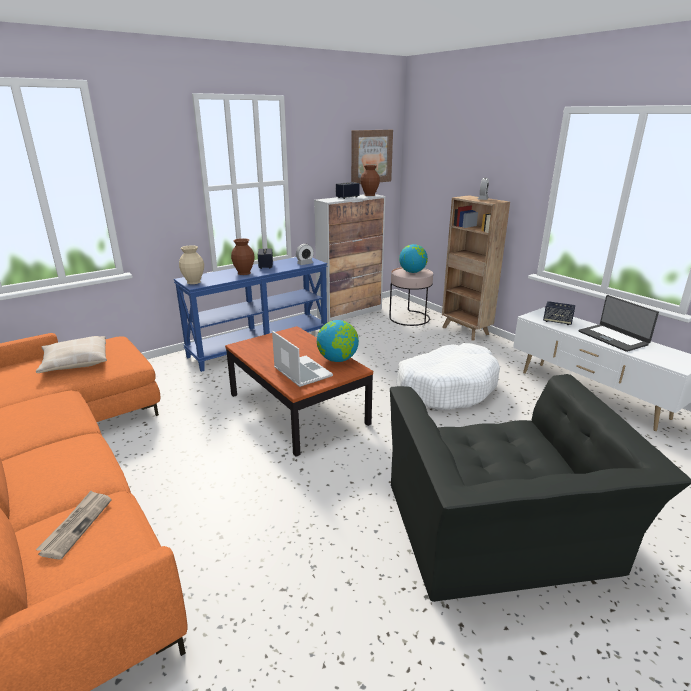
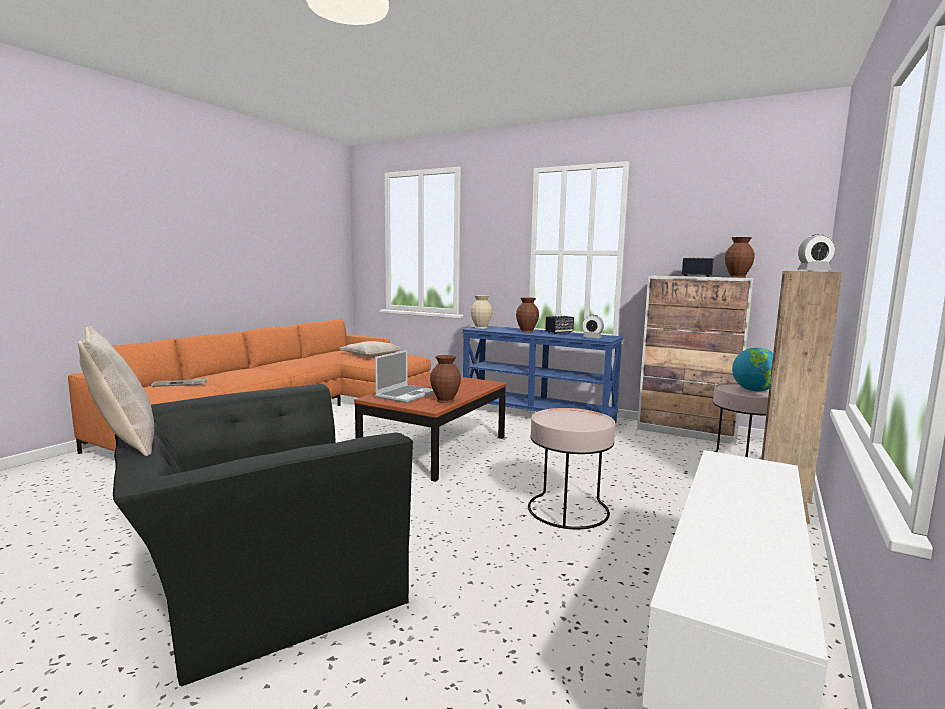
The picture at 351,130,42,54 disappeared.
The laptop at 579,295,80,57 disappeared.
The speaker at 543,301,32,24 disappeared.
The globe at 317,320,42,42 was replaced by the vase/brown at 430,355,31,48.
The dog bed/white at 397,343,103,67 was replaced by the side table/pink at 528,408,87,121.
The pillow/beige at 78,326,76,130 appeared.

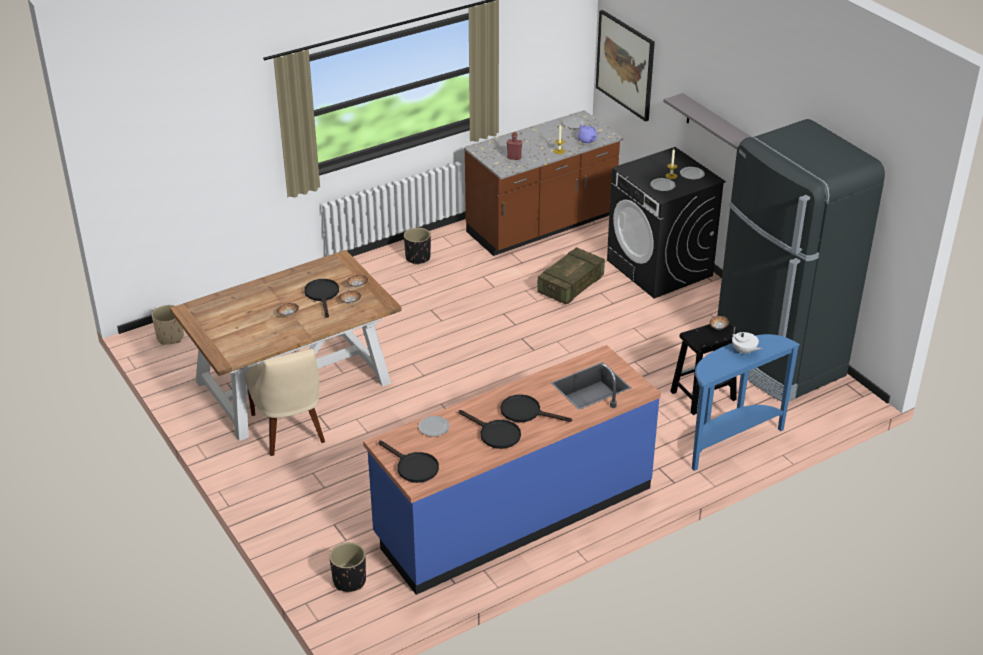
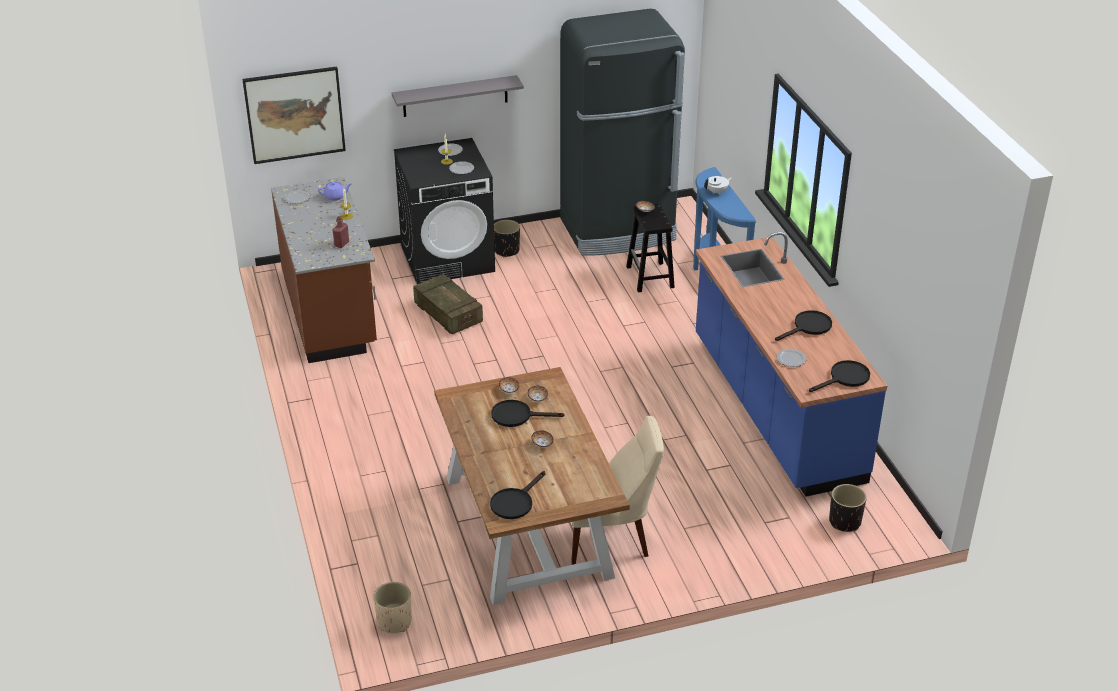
The planter/black moved from 404,228,27,37 to 494,220,26,37.
The frying pan/black moved from 501,394,71,28 to 490,471,55,48.

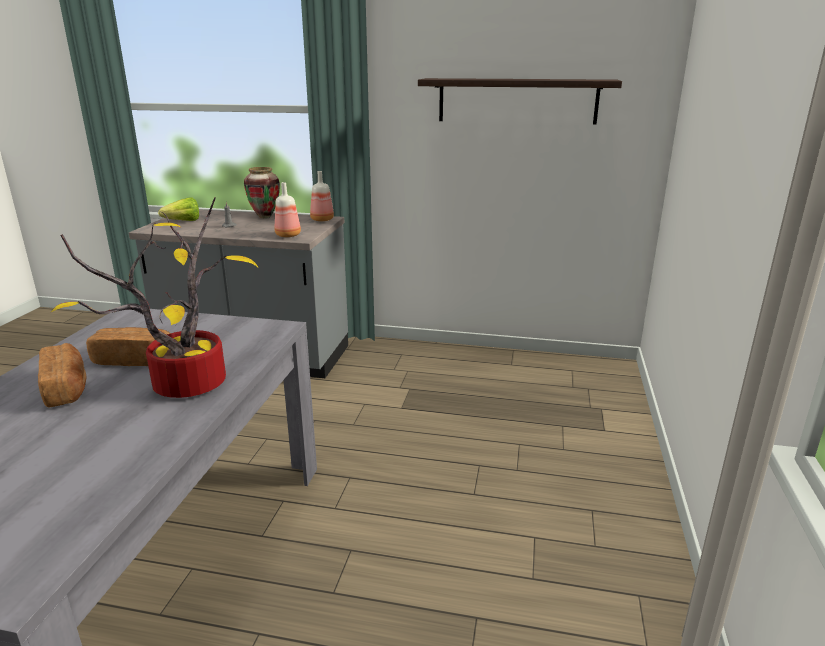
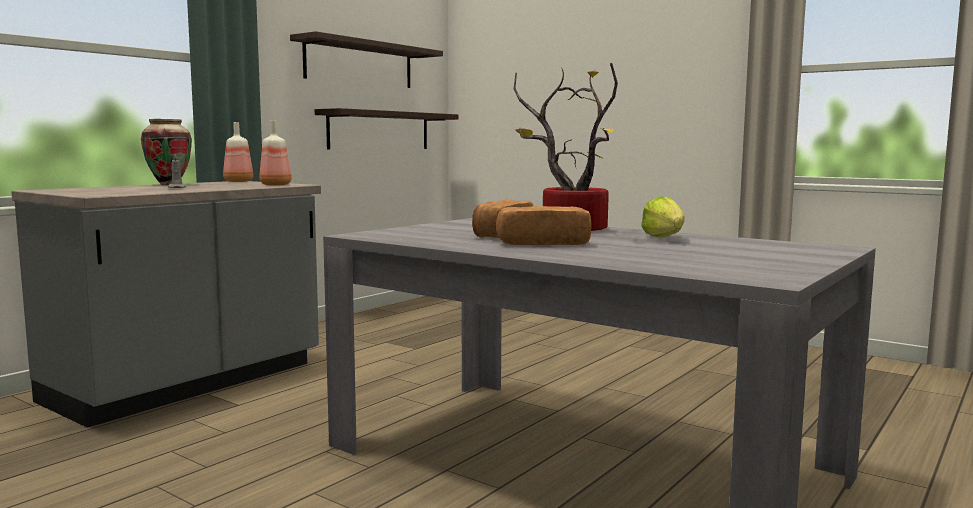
The lettuce moved from 158,197,41,24 to 641,196,44,41.
The shelf at 315,108,144,42 appeared.

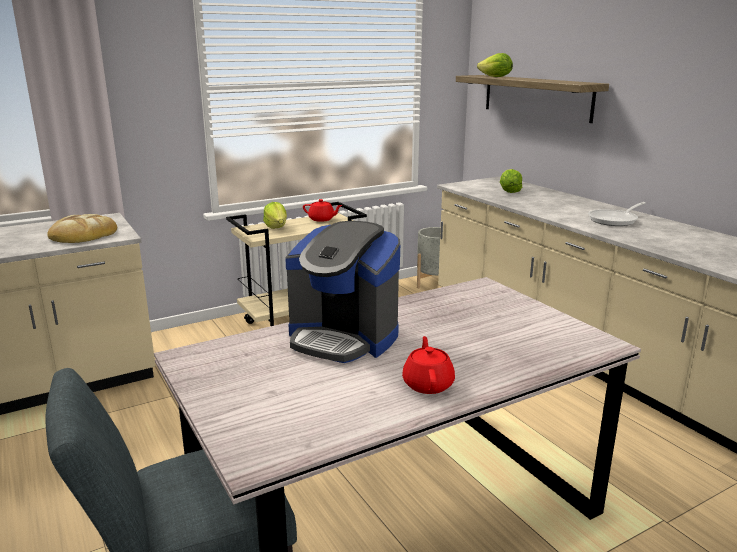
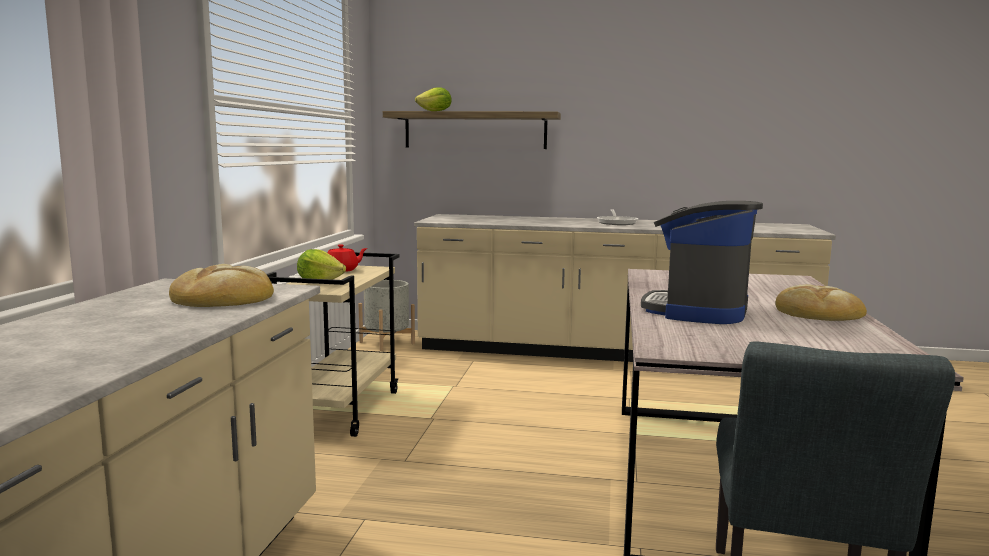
The lettuce at 500,169,22,24 disappeared.
The coffee machine at 285,221,115,142 turned 135 degrees clockwise.
The teapot/red at 402,336,53,58 was replaced by the bread at 775,284,92,37.

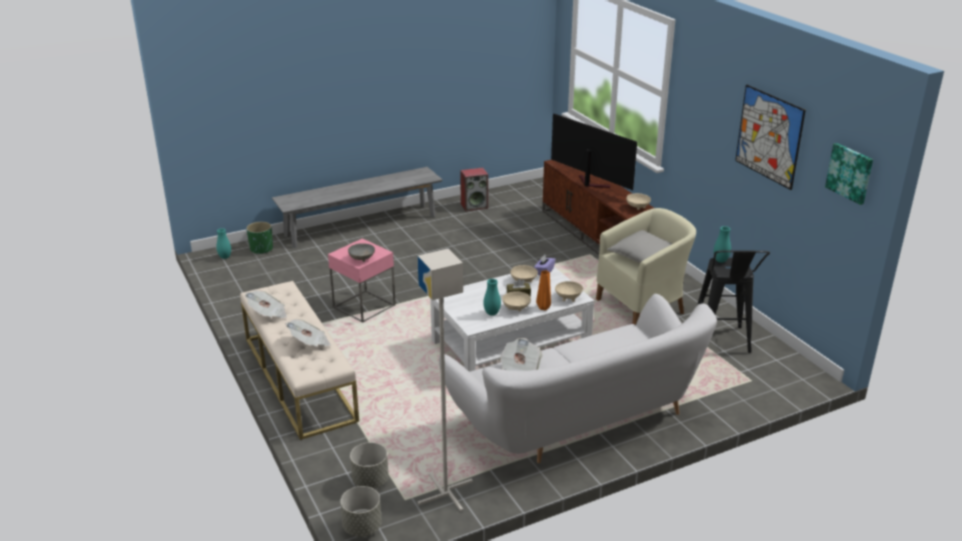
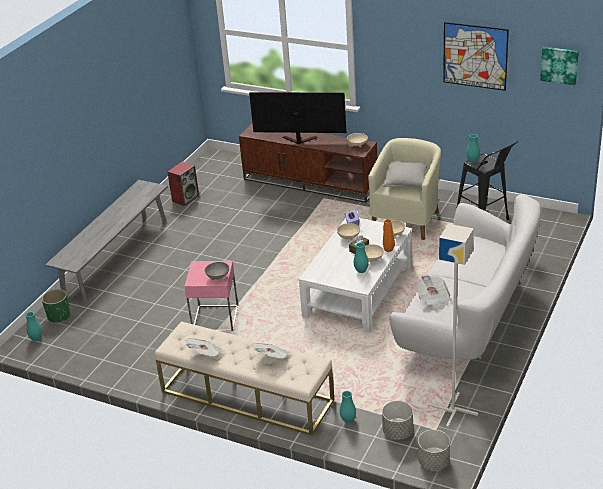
The vase/turquoise at 340,391,16,32 appeared.

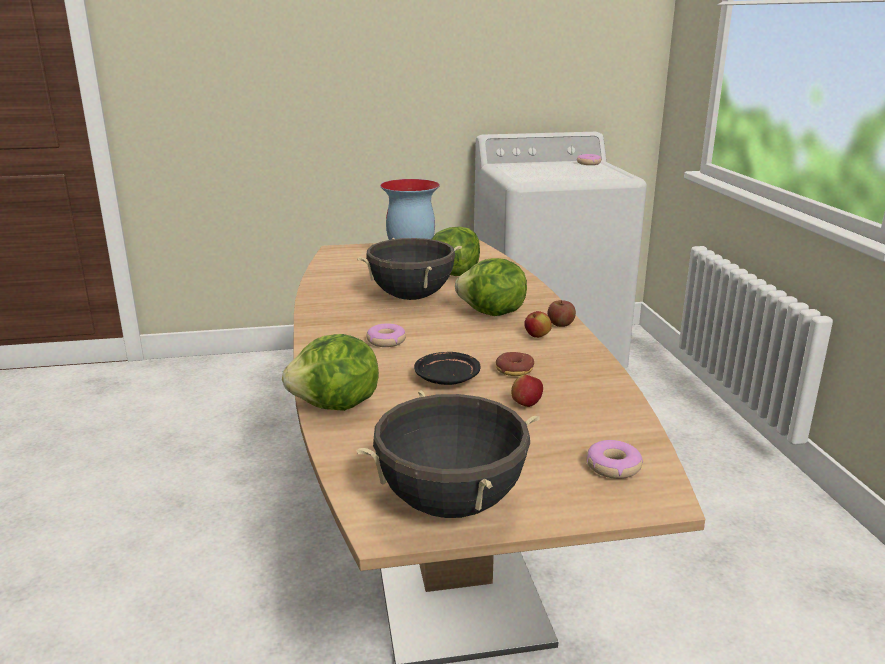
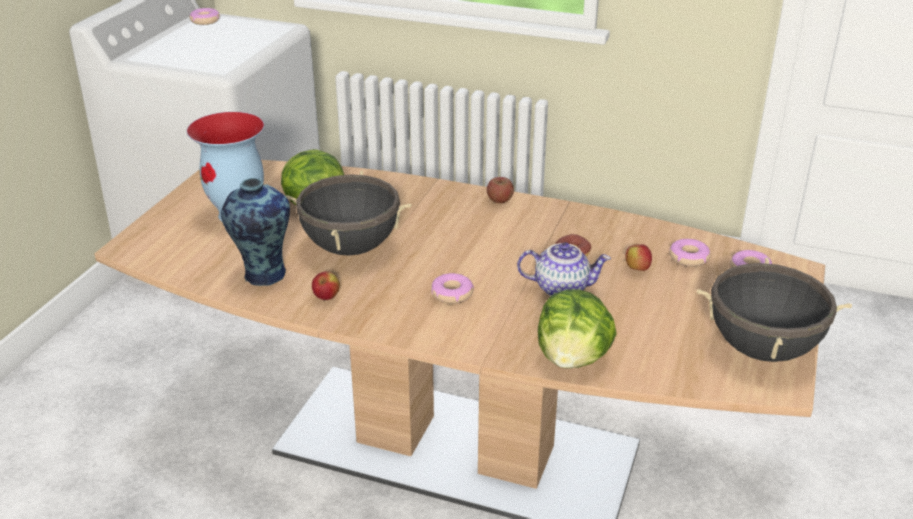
The lettuce at 455,258,72,58 disappeared.
The apple moved from 524,311,28,27 to 312,271,28,29.
The plate/black at 414,352,66,33 was replaced by the teapot at 517,242,94,54.
The vase at 221,178,69,108 appeared.
The donut at 669,239,42,28 appeared.

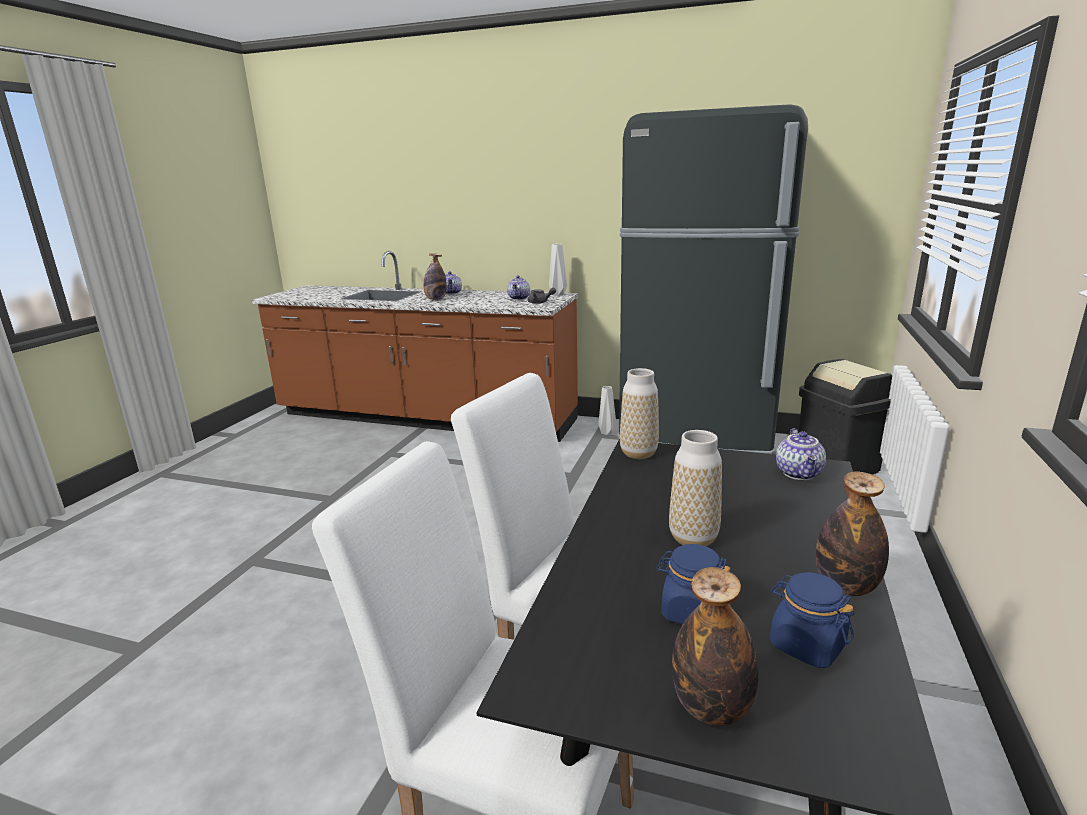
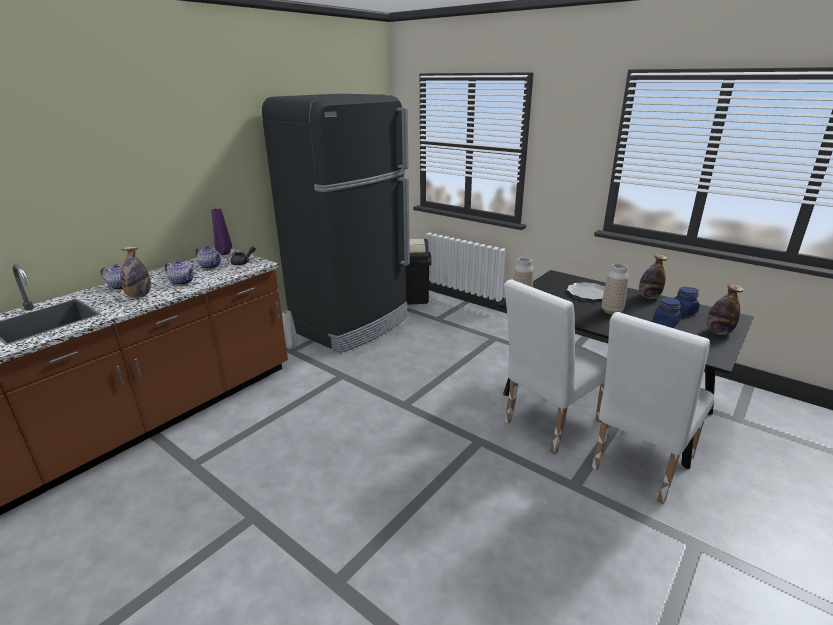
The vase/grey at 549,244,18,52 became the vase/purple at 211,209,21,46.
The teapot moved from 776,428,50,52 to 165,260,29,25.
The plate at 567,282,38,18 appeared.

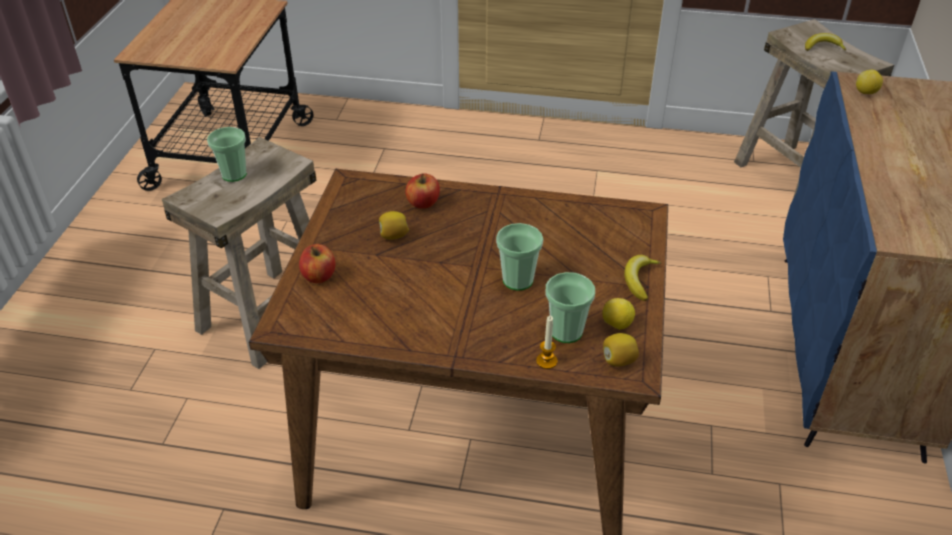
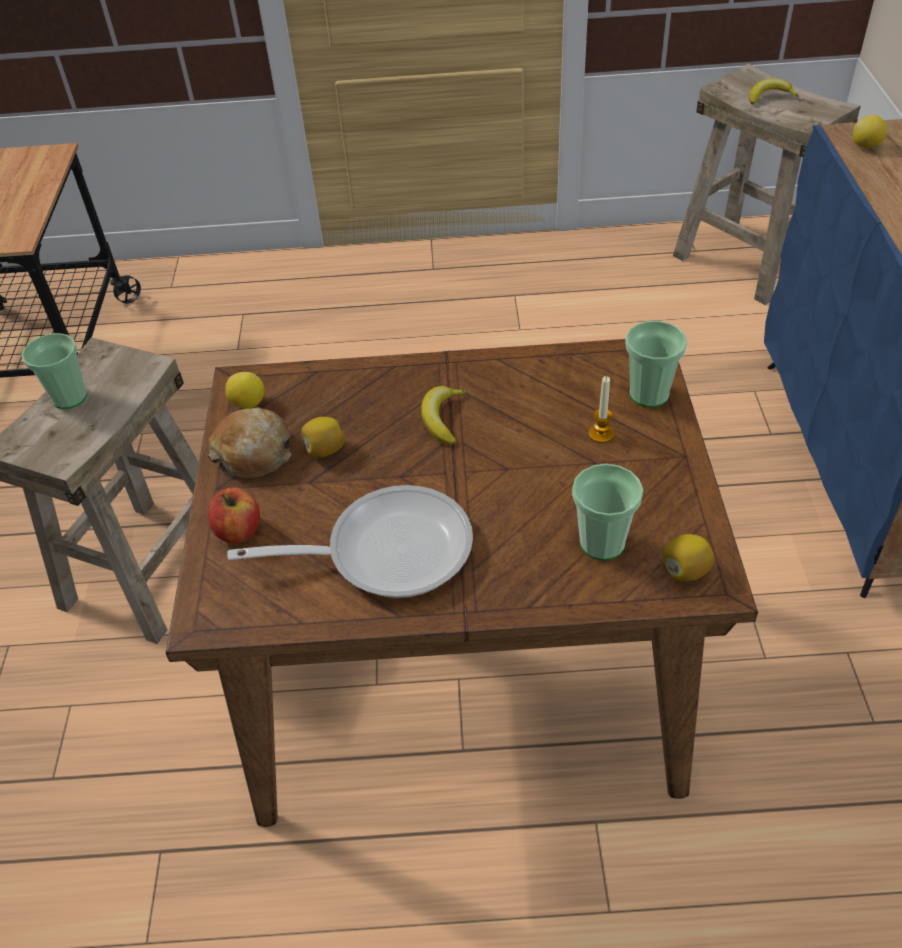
The apple at 405,173,35,36 disappeared.
The cup moved from 496,223,47,68 to 625,321,62,87.
The banana moved from 624,255,37,46 to 421,386,46,59.
The lemon moved from 602,298,33,32 to 225,372,39,37.
The candle moved from 536,316,21,53 to 589,376,25,67.
The bread at 208,408,83,70 appeared.
The frying pan at 228,485,245,113 appeared.

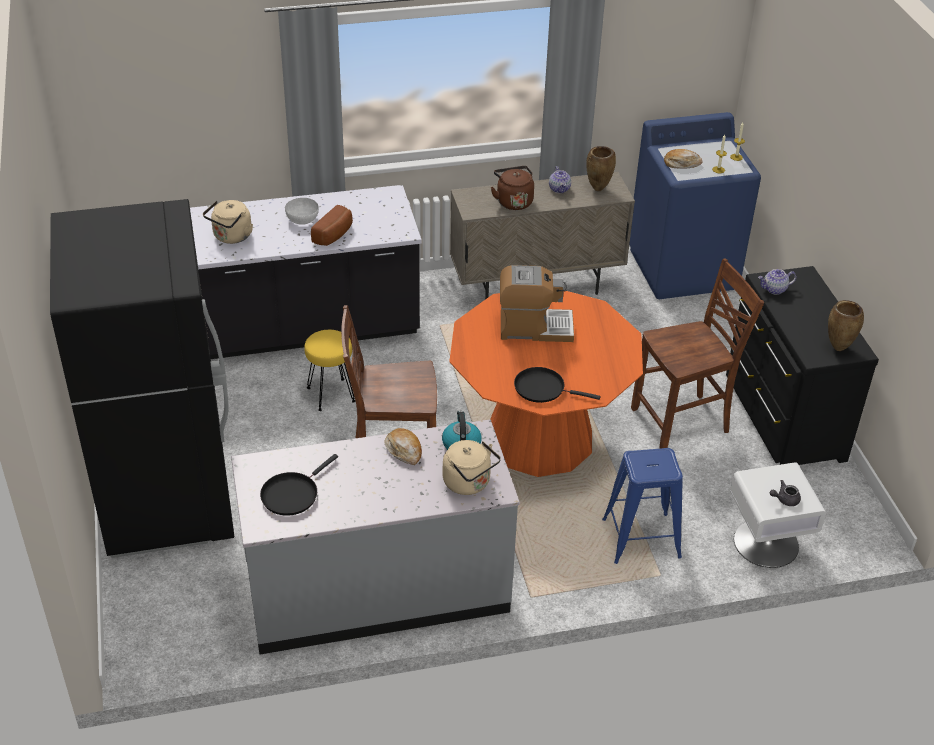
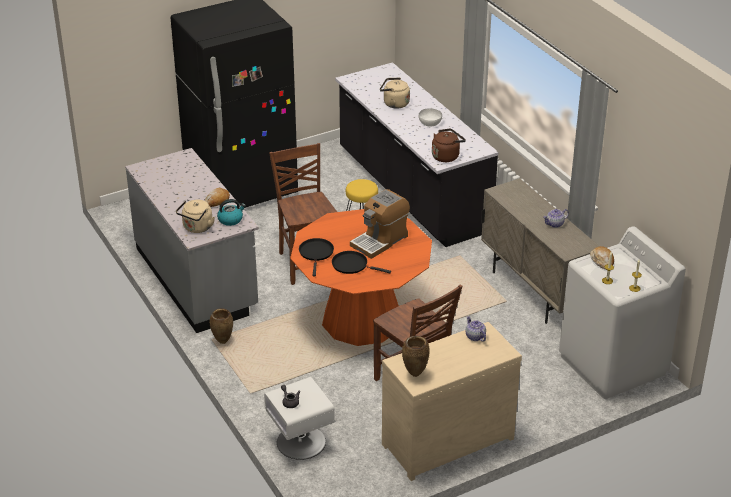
The washing machine/blue at 629,112,132,187 became the washing machine/white at 559,226,127,173.
The vase/brown moved from 586,146,30,45 to 209,308,24,36.
The kettle/brown moved from 491,166,43,44 to 432,129,34,33.
The bread at 311,205,42,41 disappeared.
The coffee machine at 500,265,74,77 turned 60 degrees clockwise.
The dresser/black at 726,266,153,199 became the dresser/beige at 382,322,140,159.
The stool/blue at 602,448,81,116 disappeared.
The frying pan/black moved from 260,454,78,62 to 332,251,59,23.

